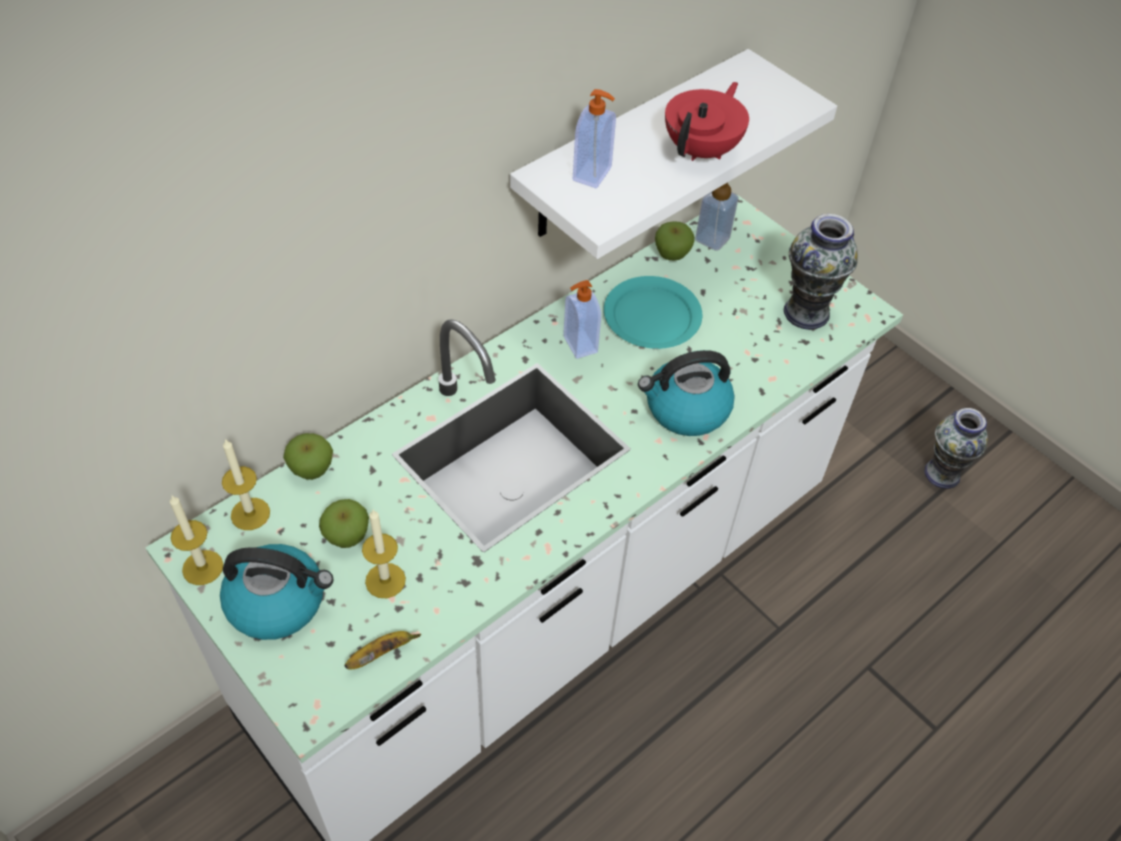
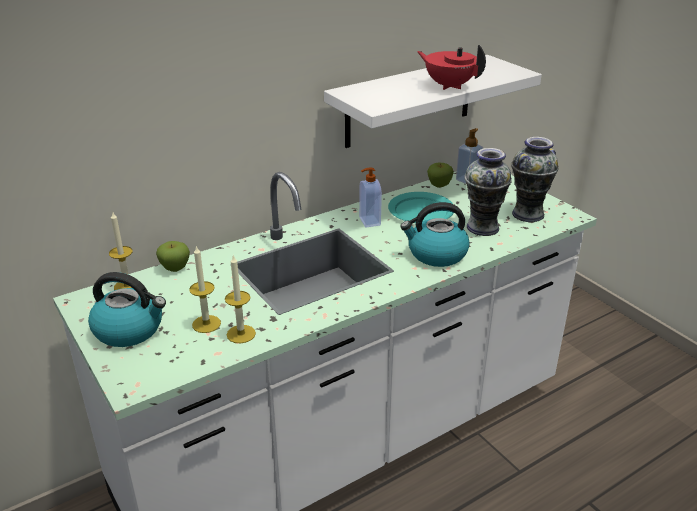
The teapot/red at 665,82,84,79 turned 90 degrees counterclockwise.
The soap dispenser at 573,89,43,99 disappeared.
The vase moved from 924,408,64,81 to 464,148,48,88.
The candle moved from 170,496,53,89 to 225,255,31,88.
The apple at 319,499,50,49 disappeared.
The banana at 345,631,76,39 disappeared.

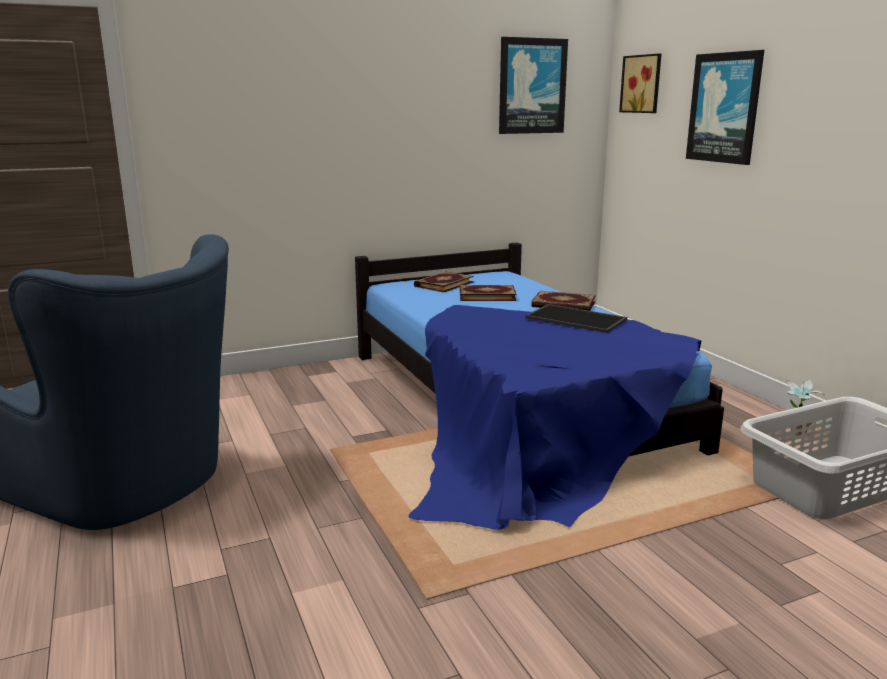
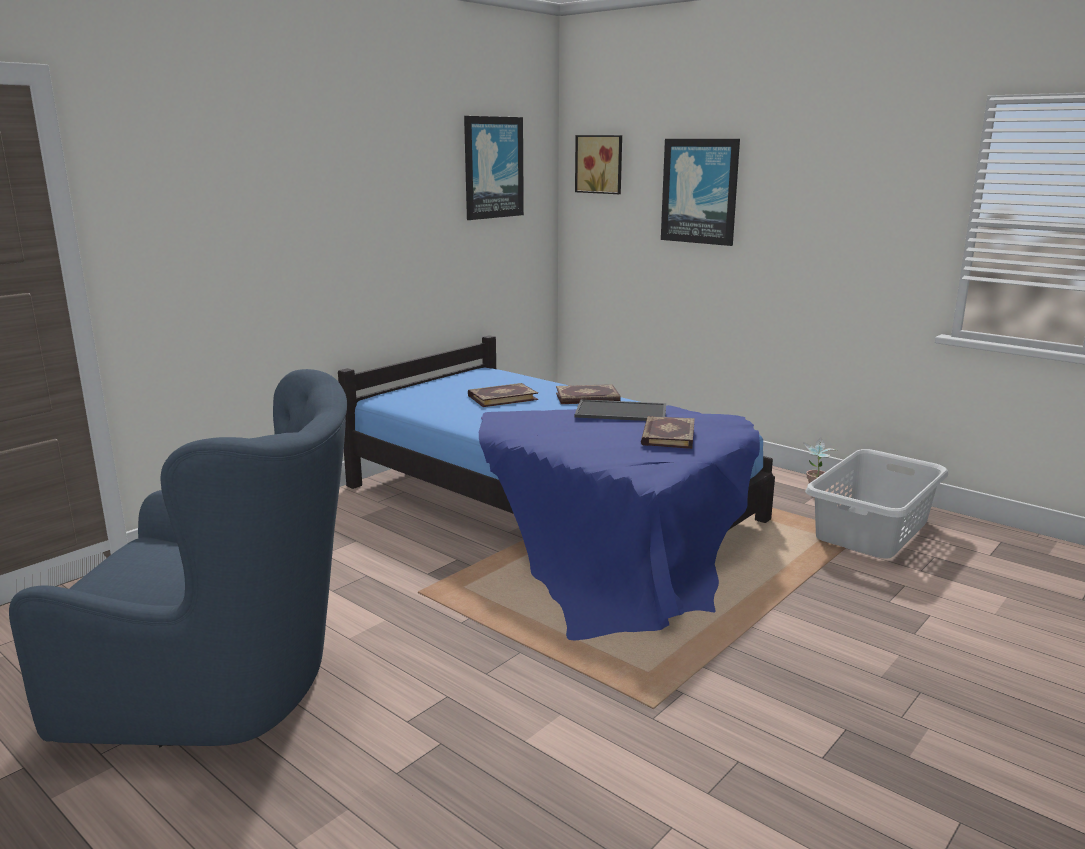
The book moved from 414,271,60,21 to 641,416,54,33.

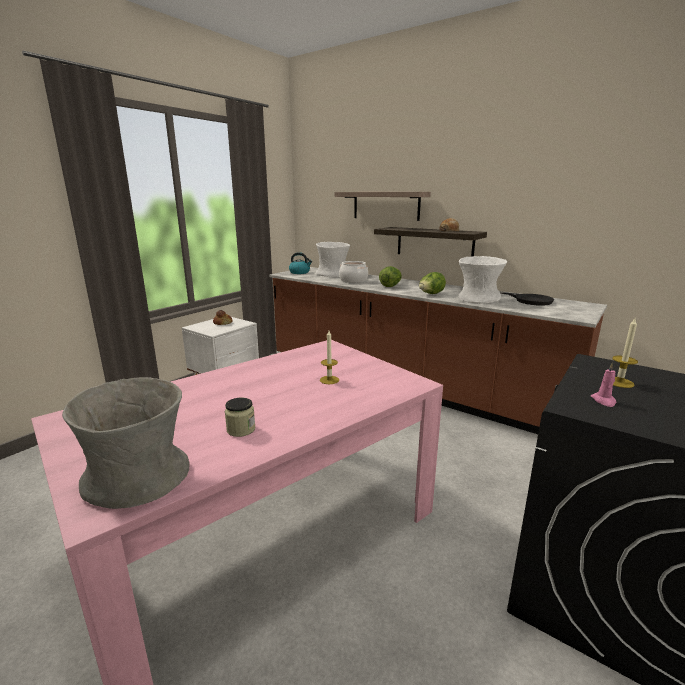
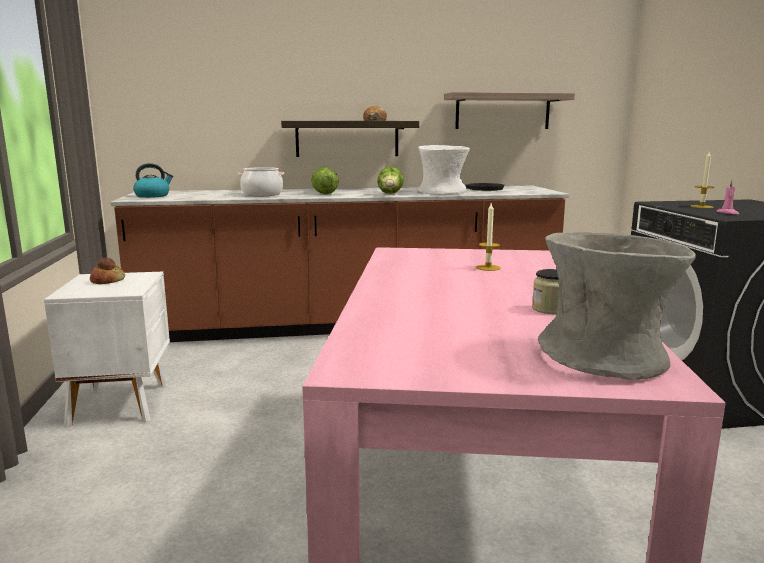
The shelf moved from 335,192,96,29 to 444,92,131,37.
The vase/white at 316,242,34,35 disappeared.

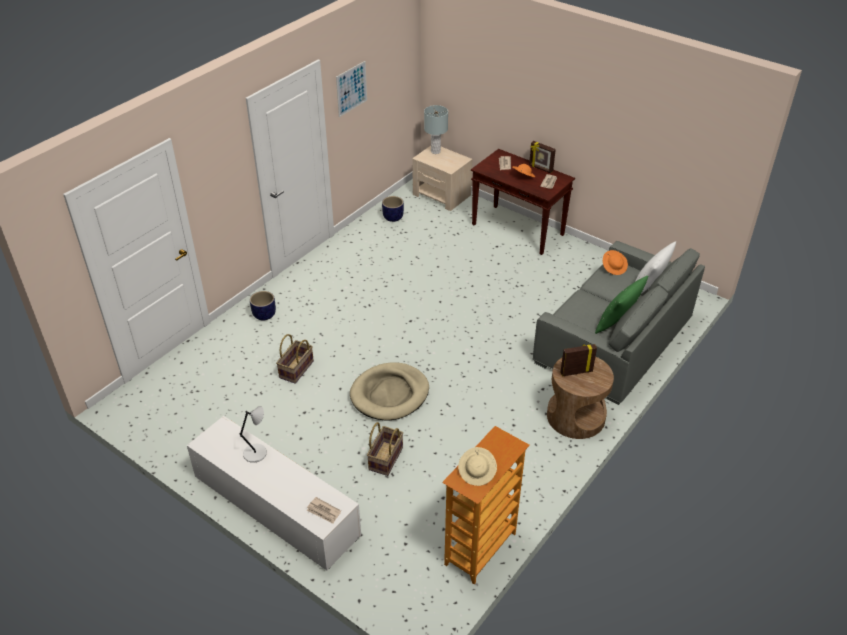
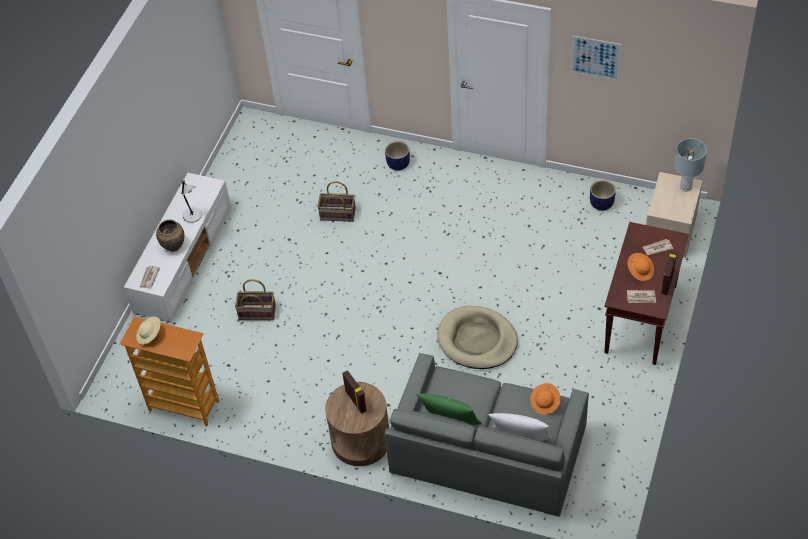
The dog bed/beige moved from 350,362,79,58 to 437,306,81,63.
The vase/brown at 156,220,28,32 appeared.

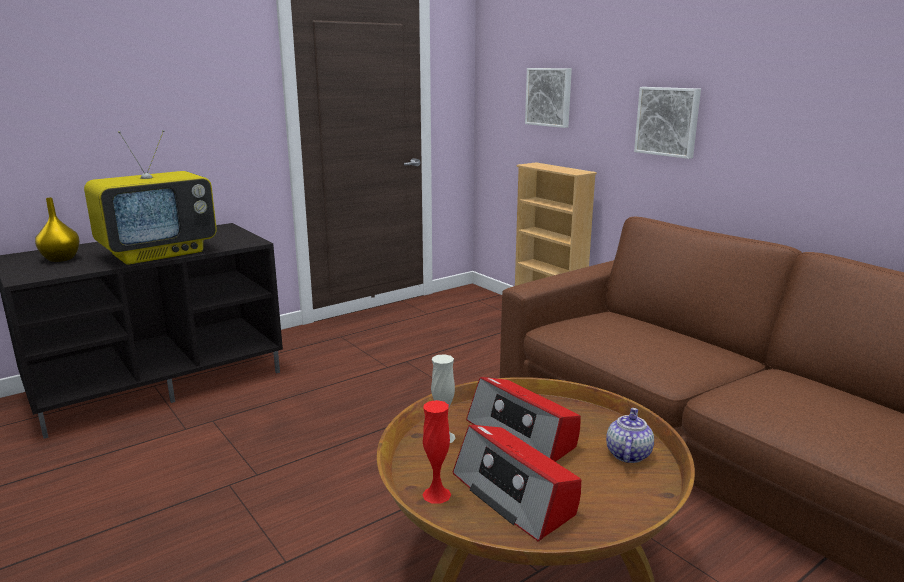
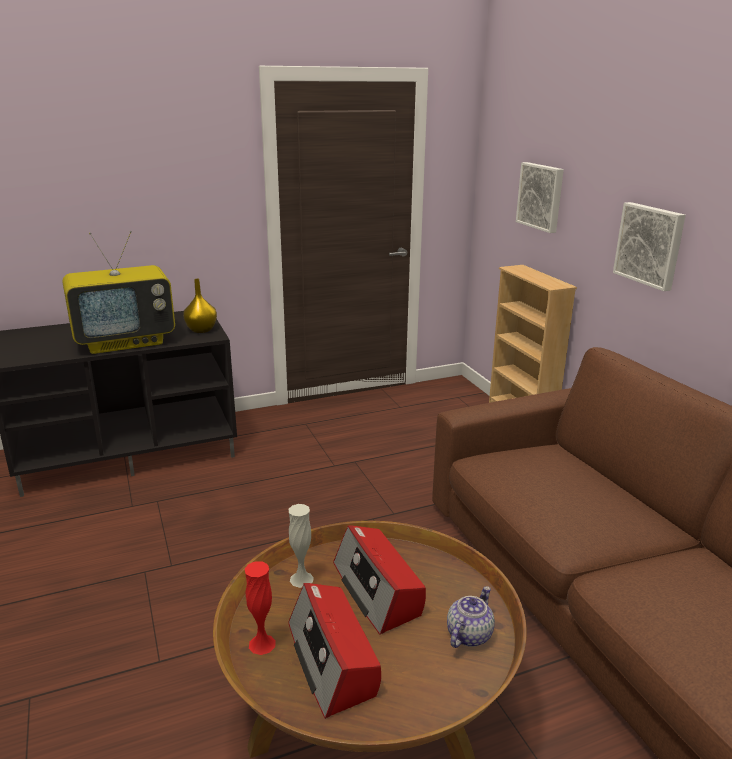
The vase/yellow moved from 35,197,45,65 to 183,279,34,54.

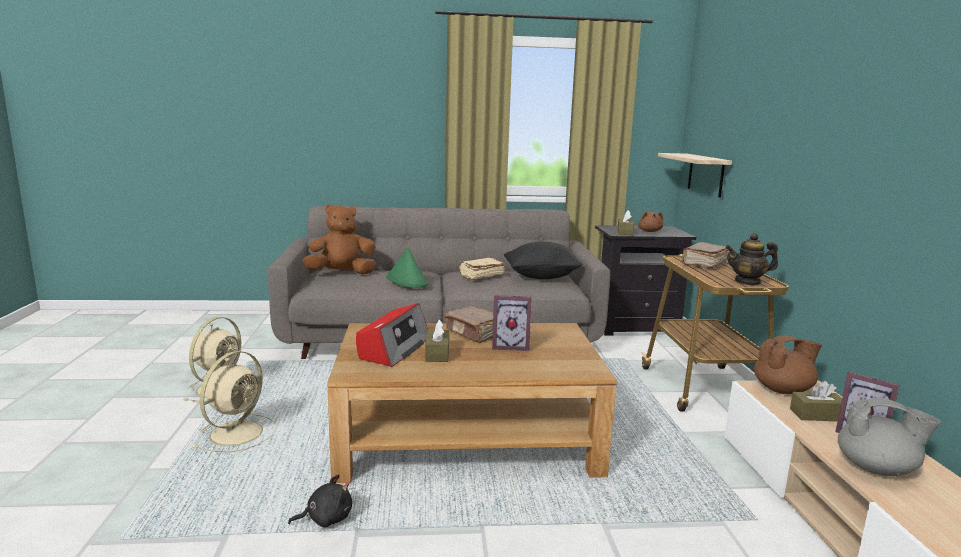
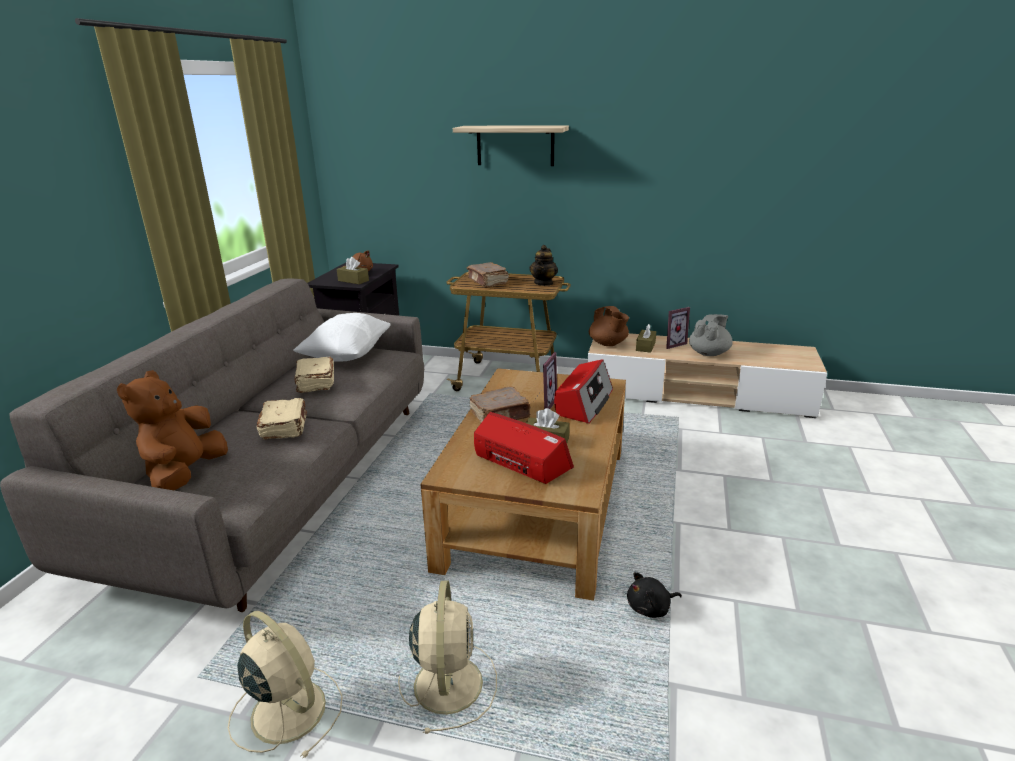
The shelf moved from 658,153,74,45 to 453,125,116,41.
The pillow/black at 504,242,79,37 became the pillow/white at 293,313,98,49.
The hat/green at 386,247,43,41 was replaced by the book/beige at 257,398,50,42.
The teapot/brown at 754,335,68,59 turned 150 degrees clockwise.
The fan/beige at 193,351,84,101 turned 45 degrees clockwise.
The plush toy/black at 288,474,64,53 turned 105 degrees counterclockwise.
The radio at 554,359,59,65 appeared.

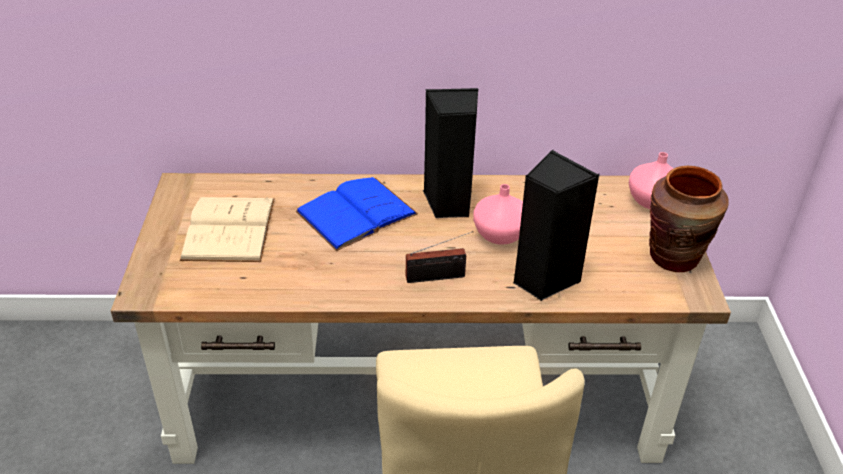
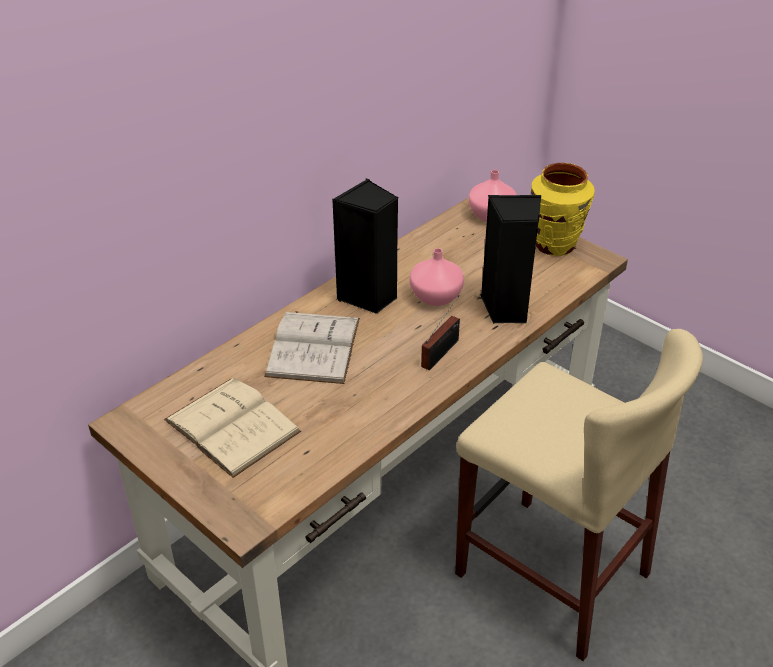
The vase/brown at 649,166,80,106 became the vase/yellow at 531,163,64,93.
The book/blue at 296,177,122,74 became the book/white at 264,312,96,72.

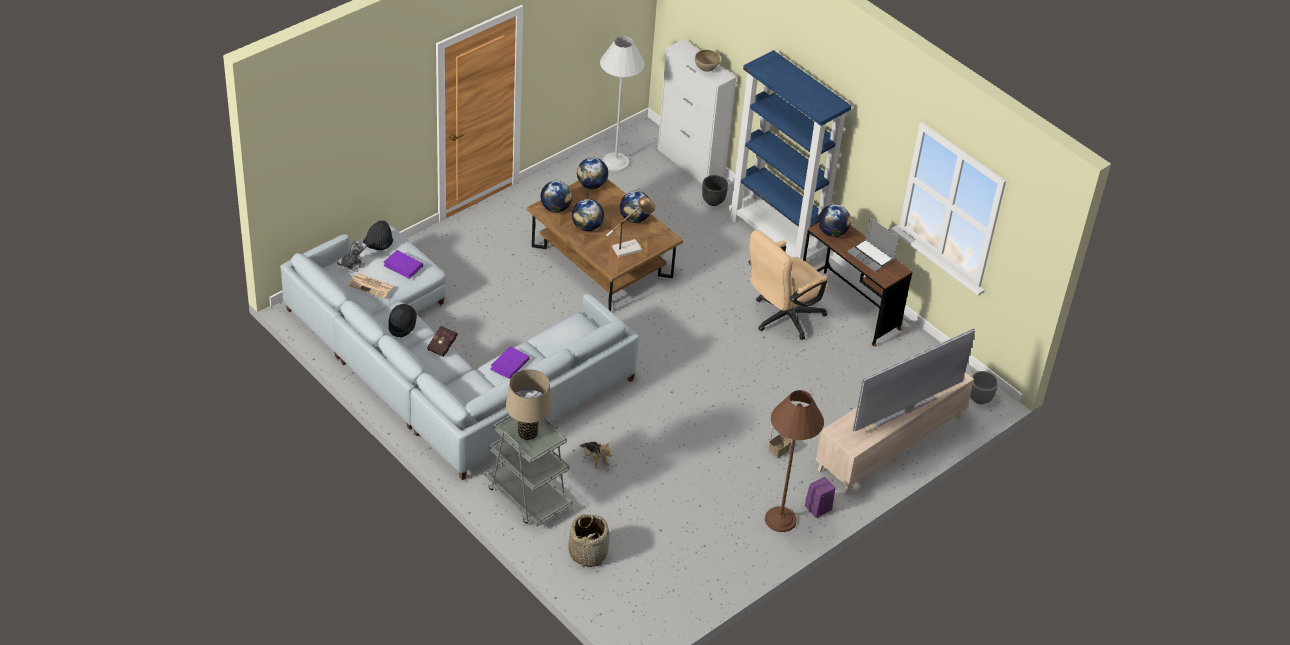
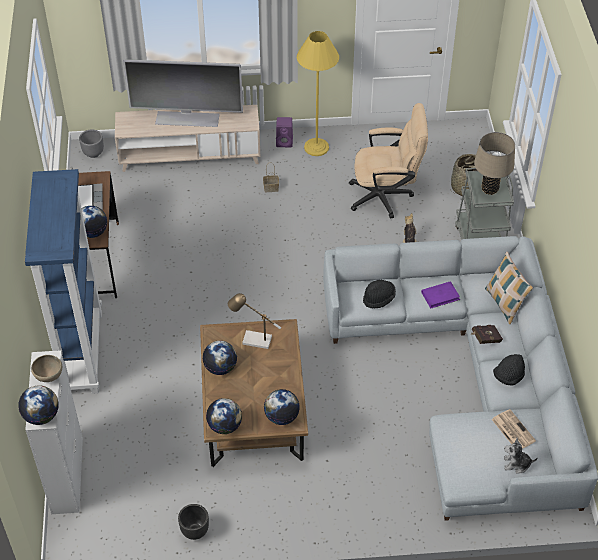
The floor lamp/white at 600,36,45,135 disappeared.
The planter/black moved from 702,175,26,31 to 178,504,31,36.
The globe moved from 572,199,32,32 to 18,385,41,40.
The hat/black moved from 363,221,30,29 to 363,280,33,28.
The office chair/beige moved from 749,230,79,110 to 349,103,79,116.
The book/purple at 384,250,39,29 disappeared.
The floor lamp/brown at 765,390,59,142 became the floor lamp/yellow at 297,31,42,125.
The pillow at 485,252,48,72 appeared.

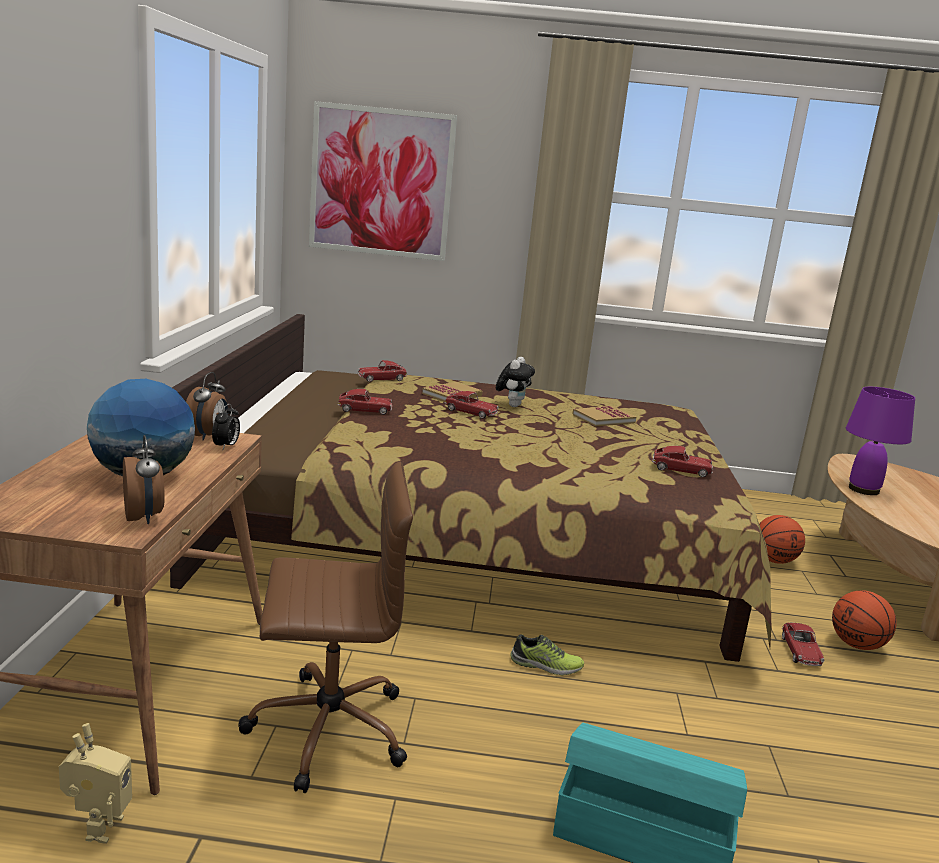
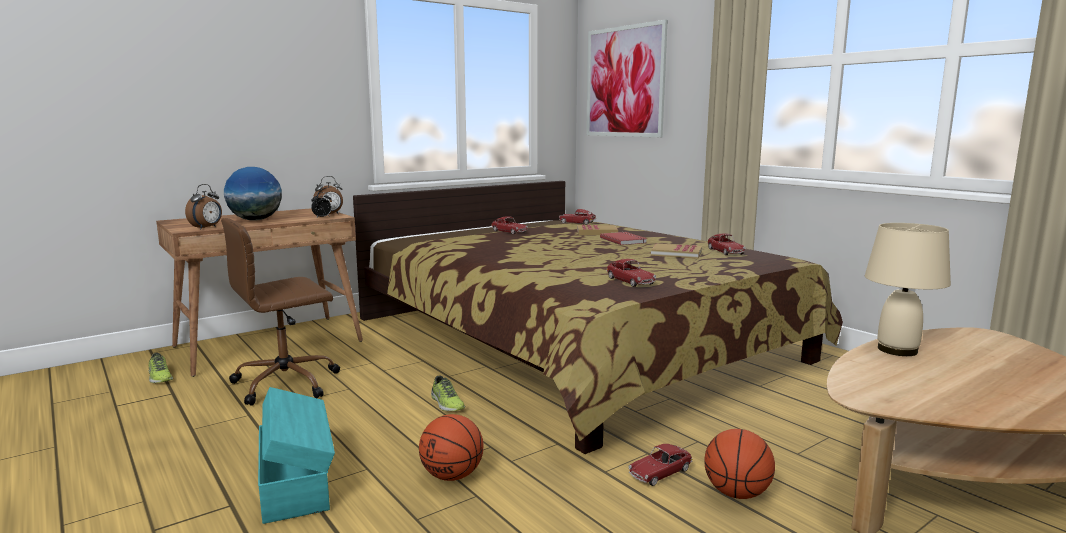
The plush toy at 496,357,39,50 was replaced by the book/red at 600,232,47,13.
The table lamp/purple at 846,387,69,108 became the table lamp/beige at 865,223,86,133.
The toy car moved from 445,391,54,28 to 707,233,39,22.
The office chair/brown at 238,462,175,331 turned 105 degrees clockwise.
The basketball moved from 759,515,46,49 to 419,414,65,67.
The toy robot at 59,723,73,121 was replaced by the shoe at 149,353,24,30.

